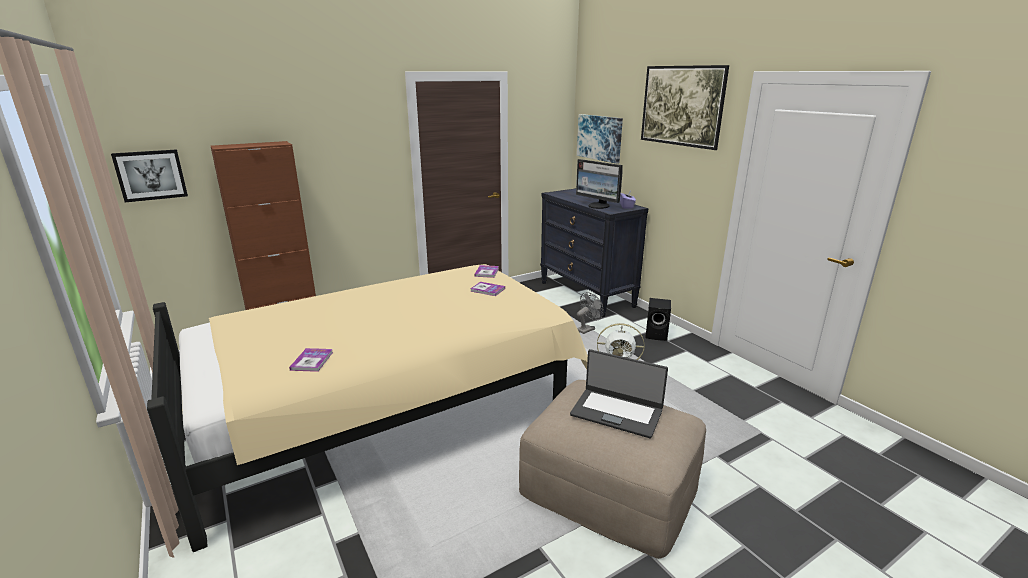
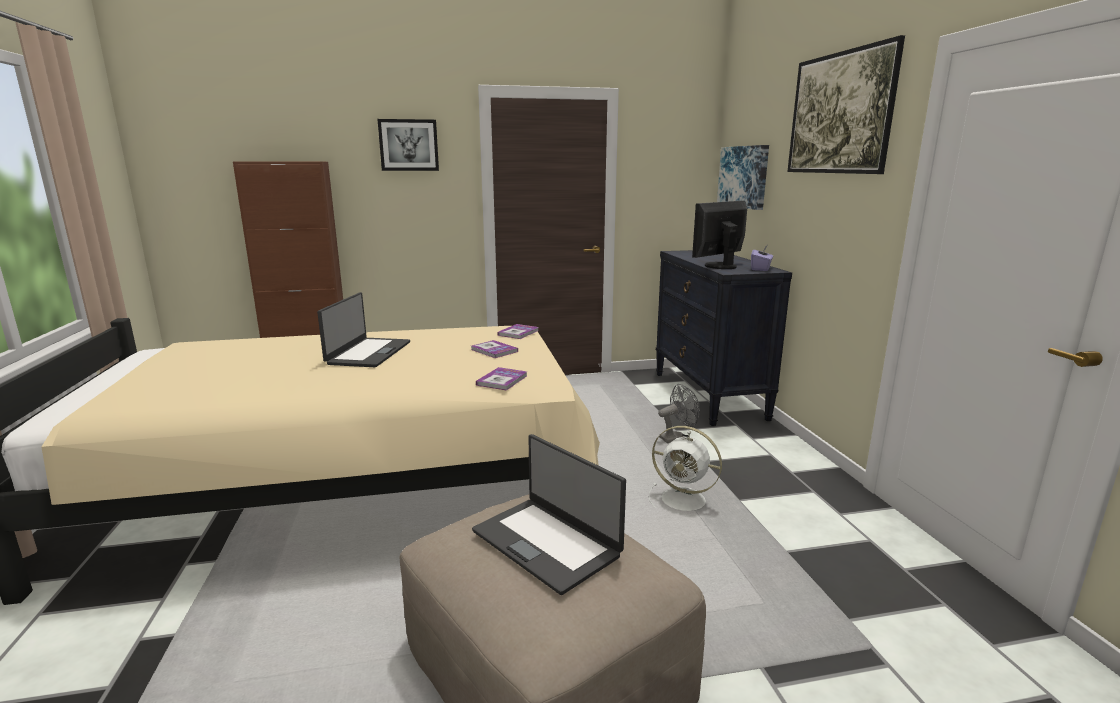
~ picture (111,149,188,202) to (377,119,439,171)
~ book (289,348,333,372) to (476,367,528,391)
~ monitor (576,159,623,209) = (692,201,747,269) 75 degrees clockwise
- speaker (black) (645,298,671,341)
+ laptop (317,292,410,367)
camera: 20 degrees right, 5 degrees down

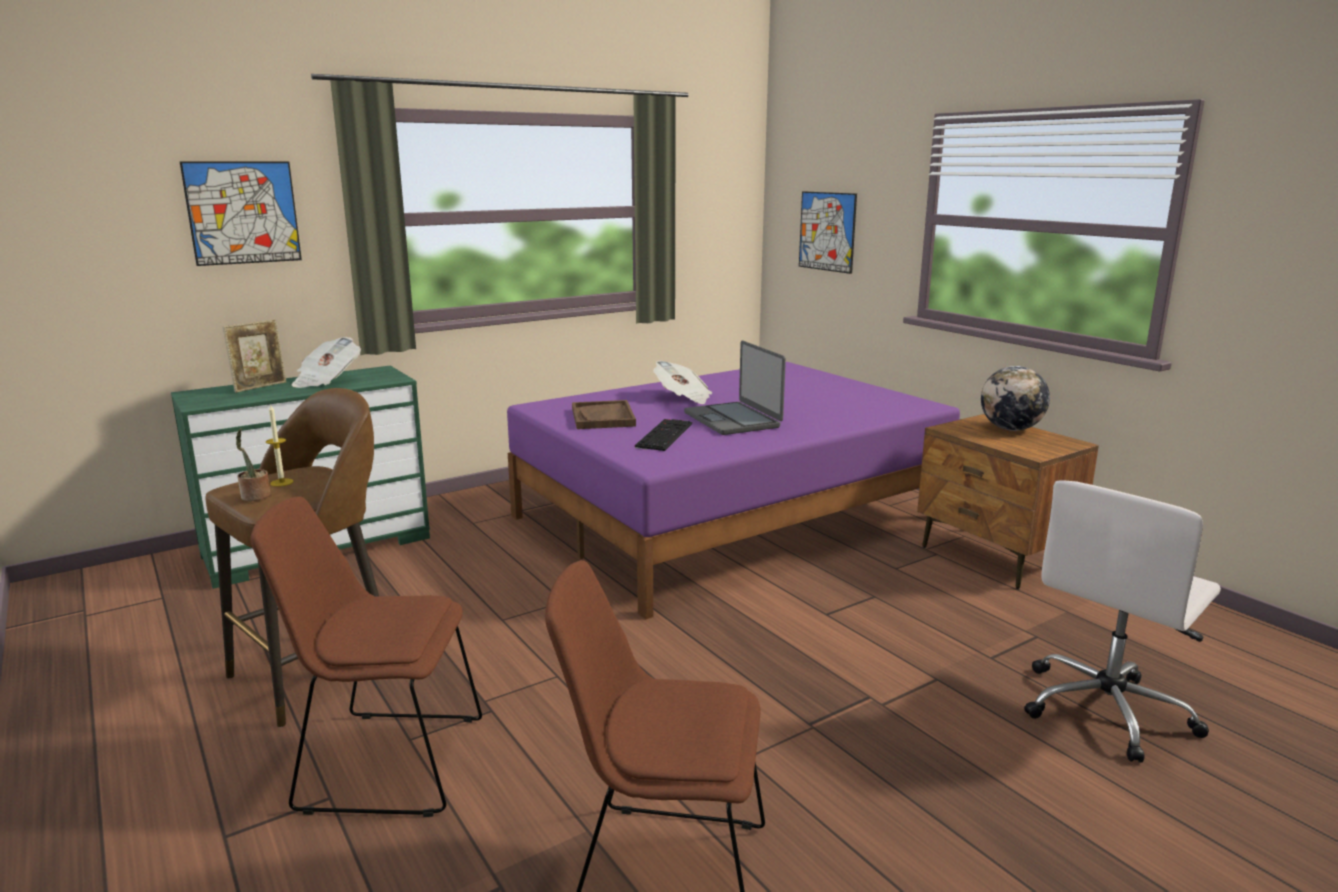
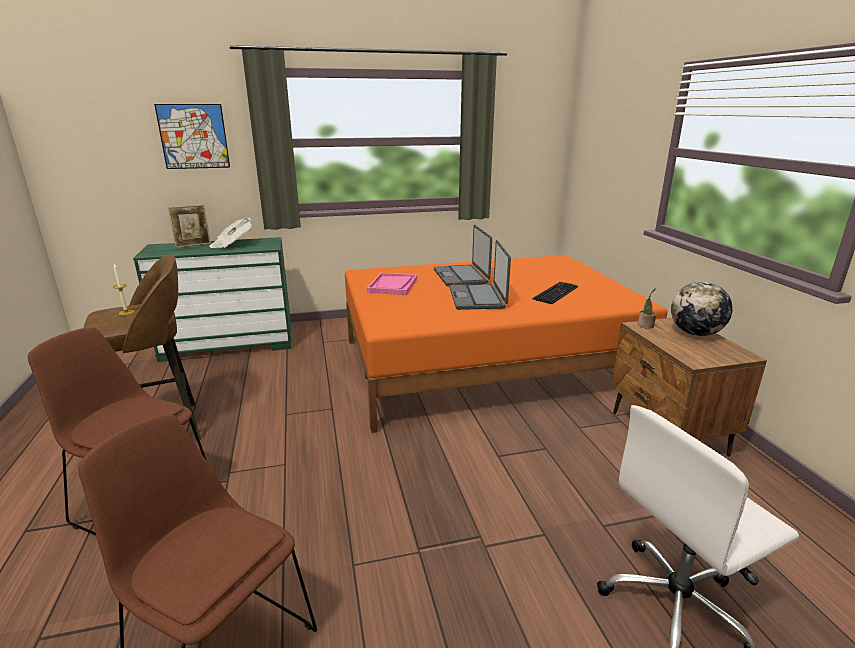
~ potted plant (236,428,271,501) to (638,288,656,329)
~ bed (purple) (507,362,960,619) to bed (orange) (345,255,667,433)
~ tray (brown) (572,400,636,429) to tray (pink) (367,273,417,295)
~ keyboard (635,419,692,451) to (533,282,578,304)
~ newspaper (653,360,712,404) to laptop (434,225,492,286)
- picture (799,191,857,274)
camera: 20 degrees right, 5 degrees up

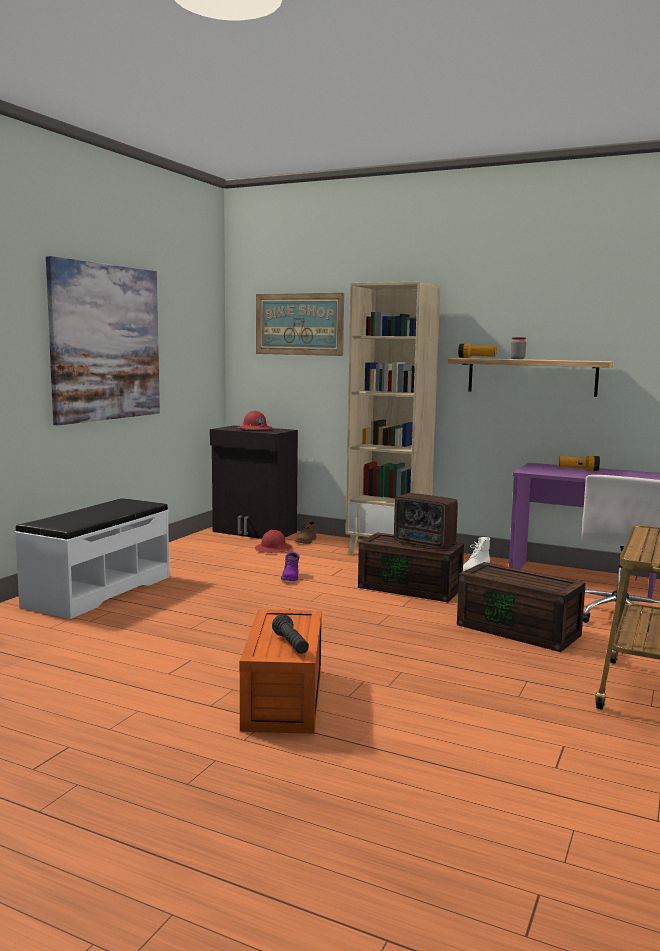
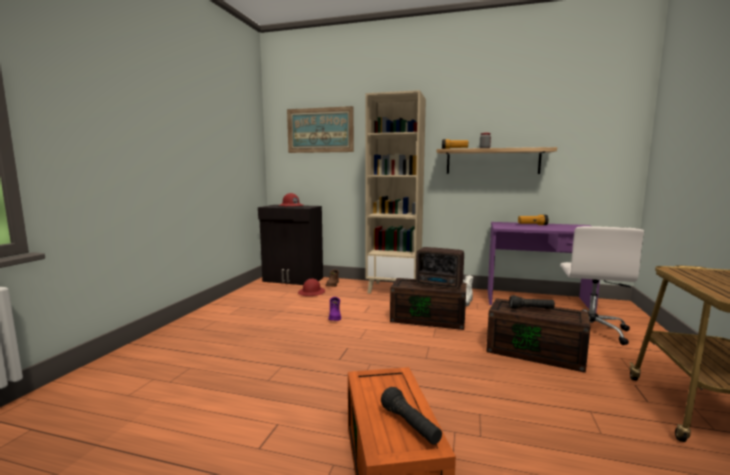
- bench (white) (15,498,169,619)
- picture (46,256,160,425)
+ flashlight (black) (509,295,555,309)
camera: 10 degrees left, 0 degrees up

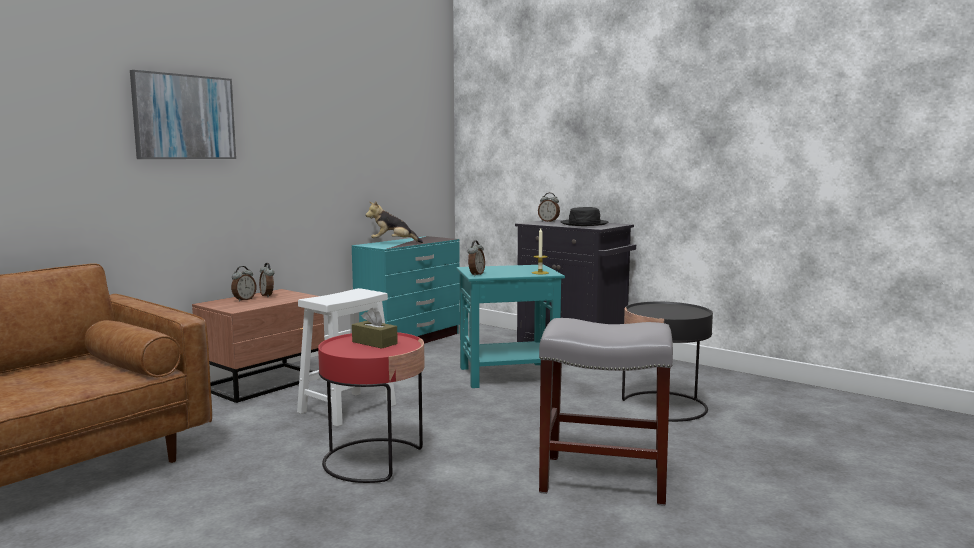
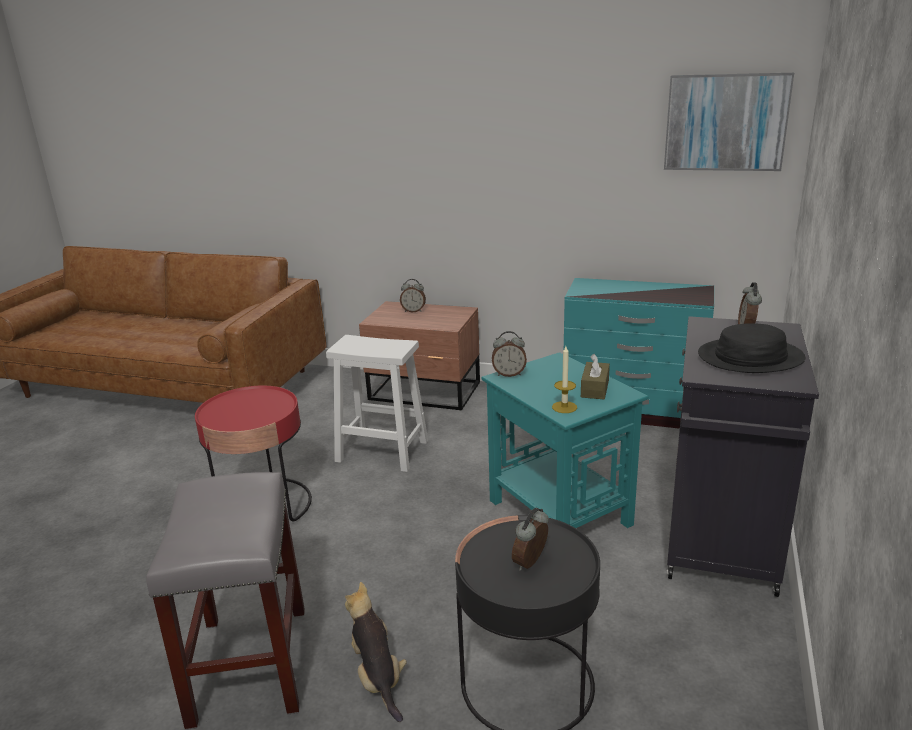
~ picture (130,70,236,159) to (664,73,794,171)
~ alarm clock (259,263,274,297) to (512,508,549,571)
~ tissue box (brown) (352,308,398,349) to (581,354,610,399)
~ plush toy (365,202,423,243) to (345,582,407,722)
camera: 70 degrees right, 15 degrees up

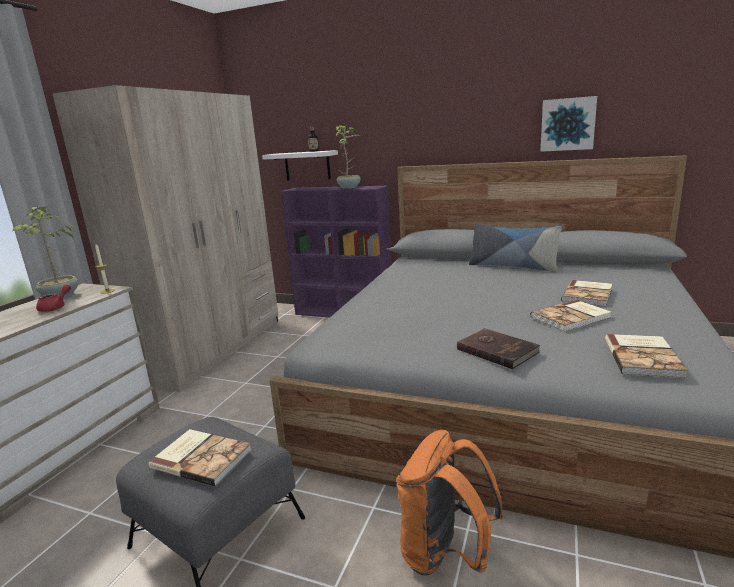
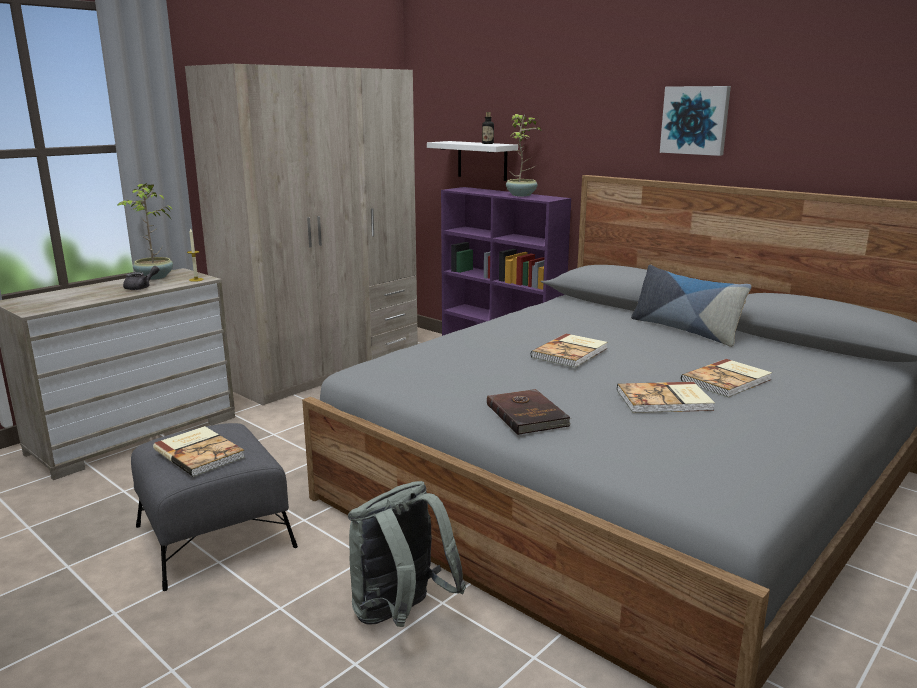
~ teapot (red) (36,284,71,312) to teapot (grey) (123,266,159,290)
~ backpack (orange) (396,430,504,575) to backpack (grey) (348,481,466,627)
~ picture (540,96,597,152) to (660,86,731,156)
~ book (605,334,688,378) to (531,334,607,368)
camera: 20 degrees right, 0 degrees up

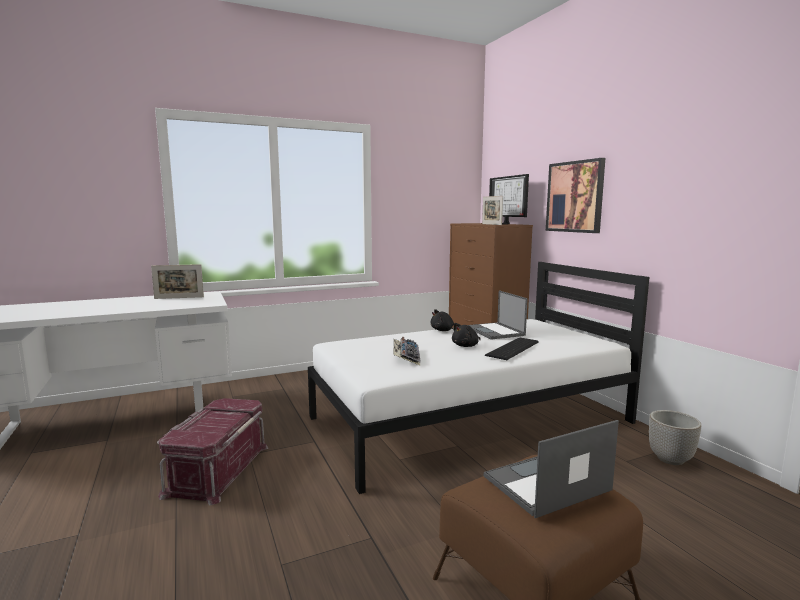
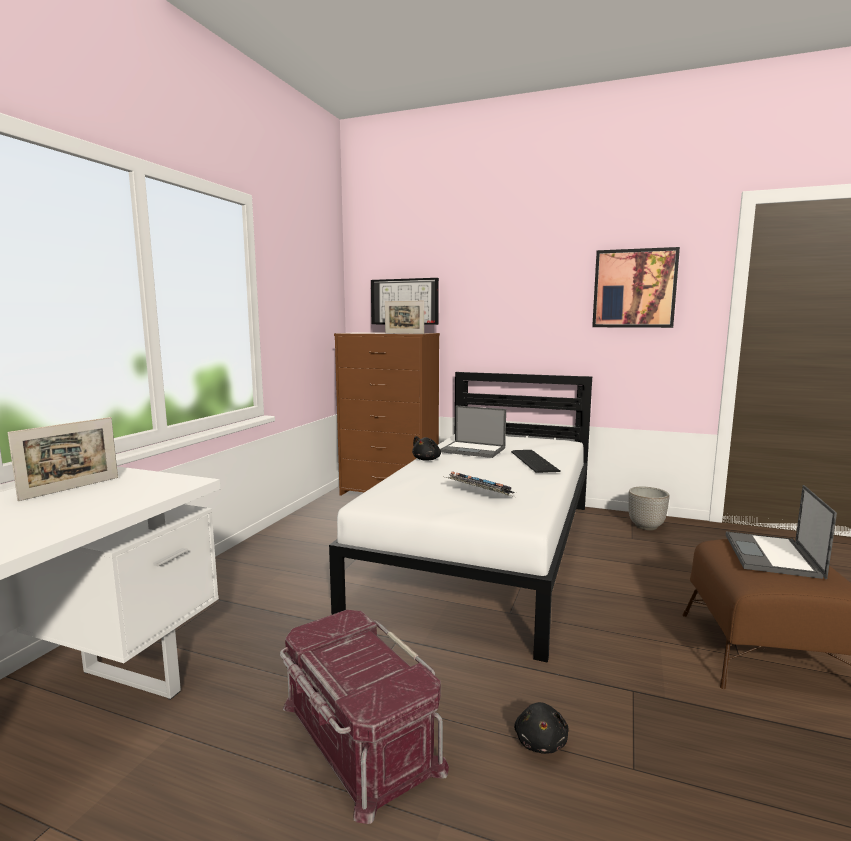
~ plush toy (black) (452,323,481,347) to (514,702,569,754)
~ picture (546,158,605,233) to (592,247,680,328)
camera: 45 degrees left, 0 degrees up

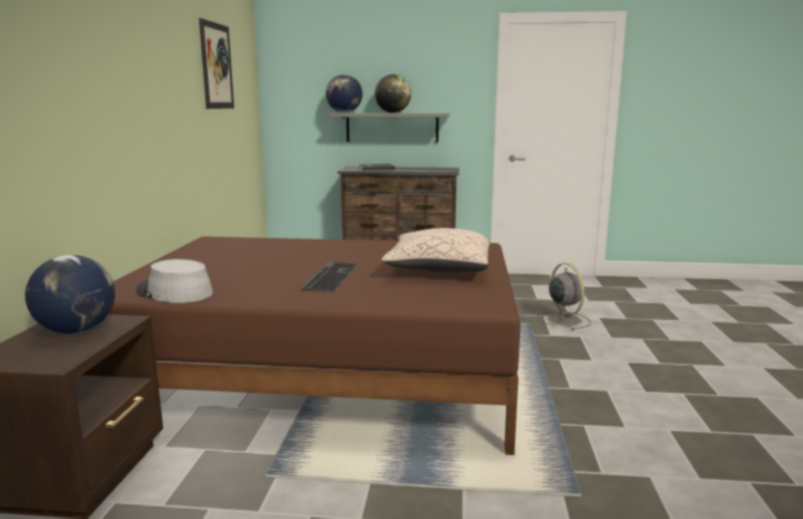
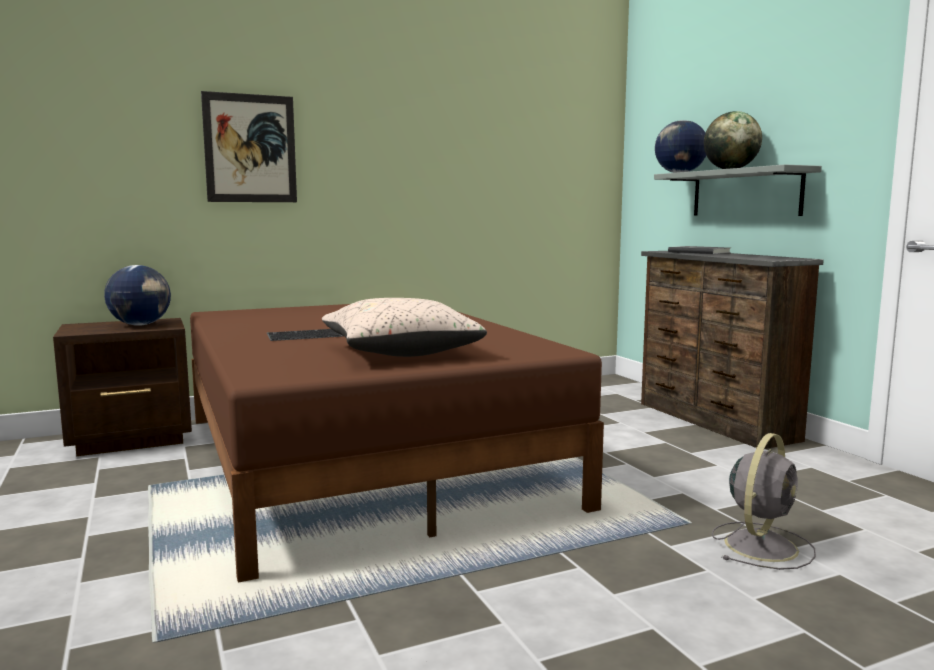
- hat (grey) (136,259,213,303)
~ picture (199,18,234,109) to (201,91,297,202)
camera: 60 degrees right, 5 degrees down

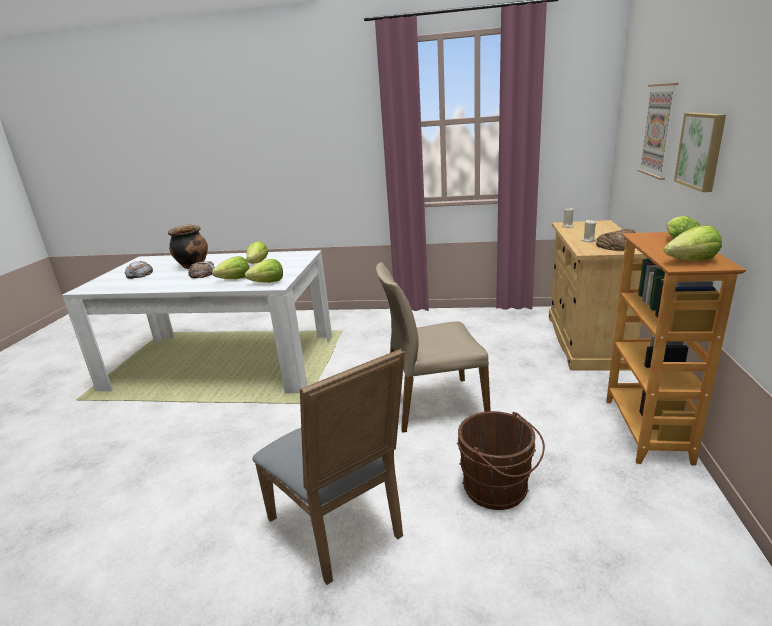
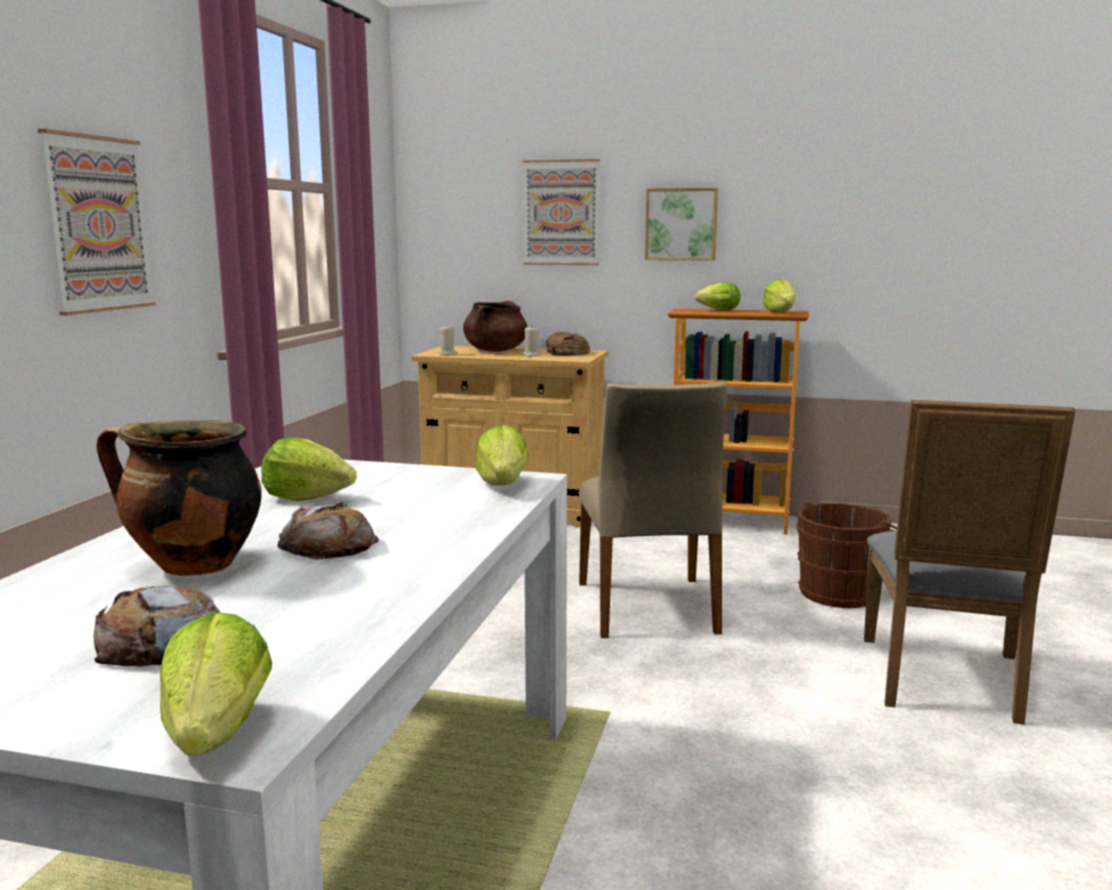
~ lettuce (212,256,249,279) to (160,612,272,755)
~ chair (grey) (252,349,405,585) = (864,400,1076,725) 135 degrees clockwise
+ picture (38,129,156,315)
+ cooking pot (brown) (463,301,527,352)
camera: 85 degrees left, 10 degrees down

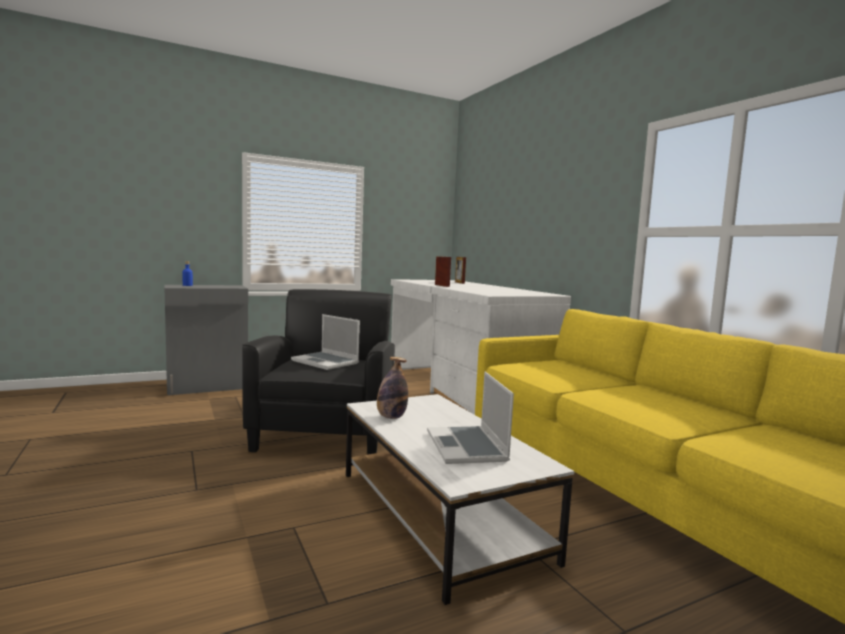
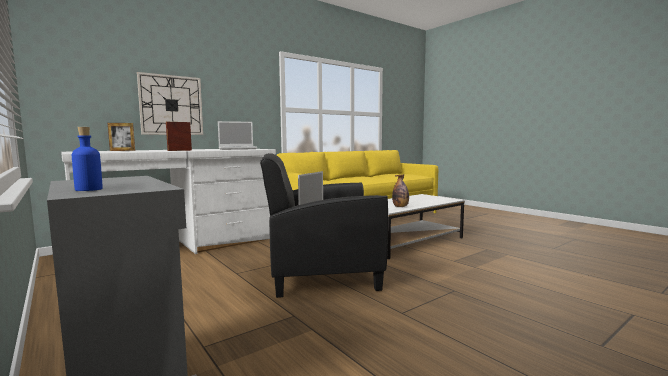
~ laptop (427,372,514,464) to (218,121,257,150)
+ wall clock (137,72,203,135)
camera: 100 degrees left, 0 degrees up

